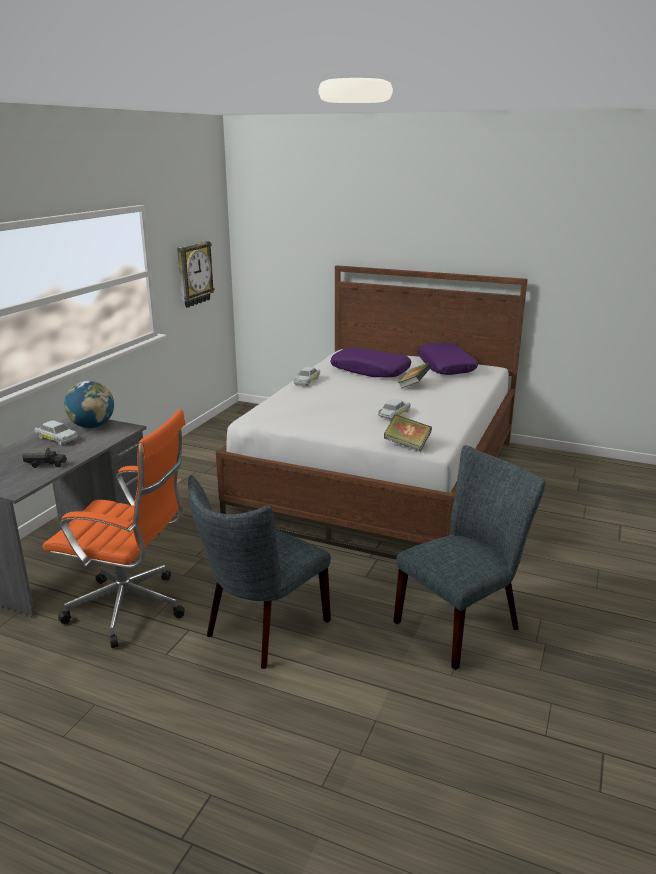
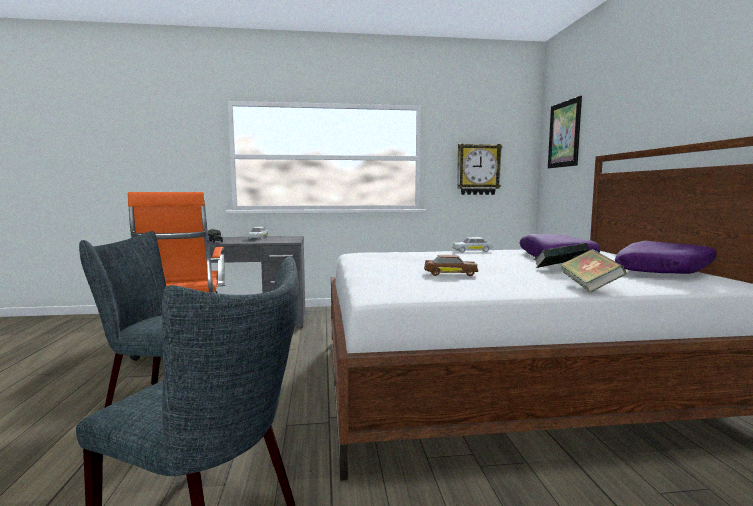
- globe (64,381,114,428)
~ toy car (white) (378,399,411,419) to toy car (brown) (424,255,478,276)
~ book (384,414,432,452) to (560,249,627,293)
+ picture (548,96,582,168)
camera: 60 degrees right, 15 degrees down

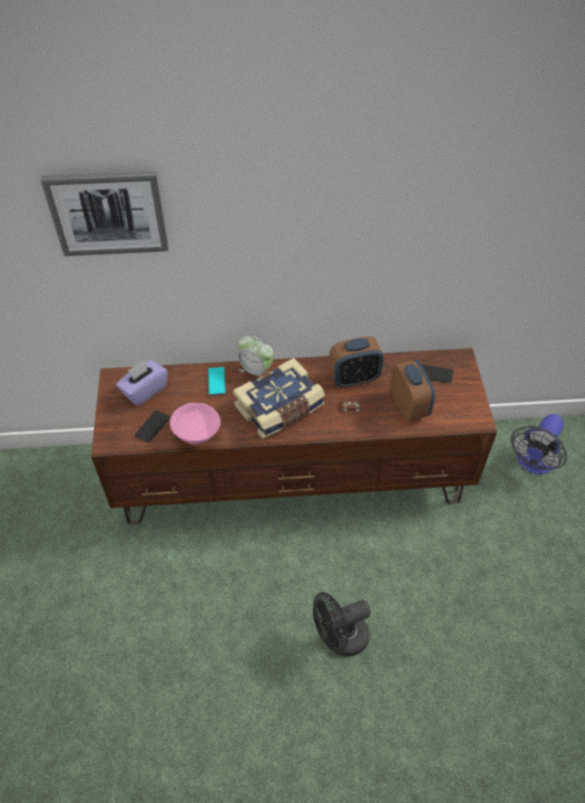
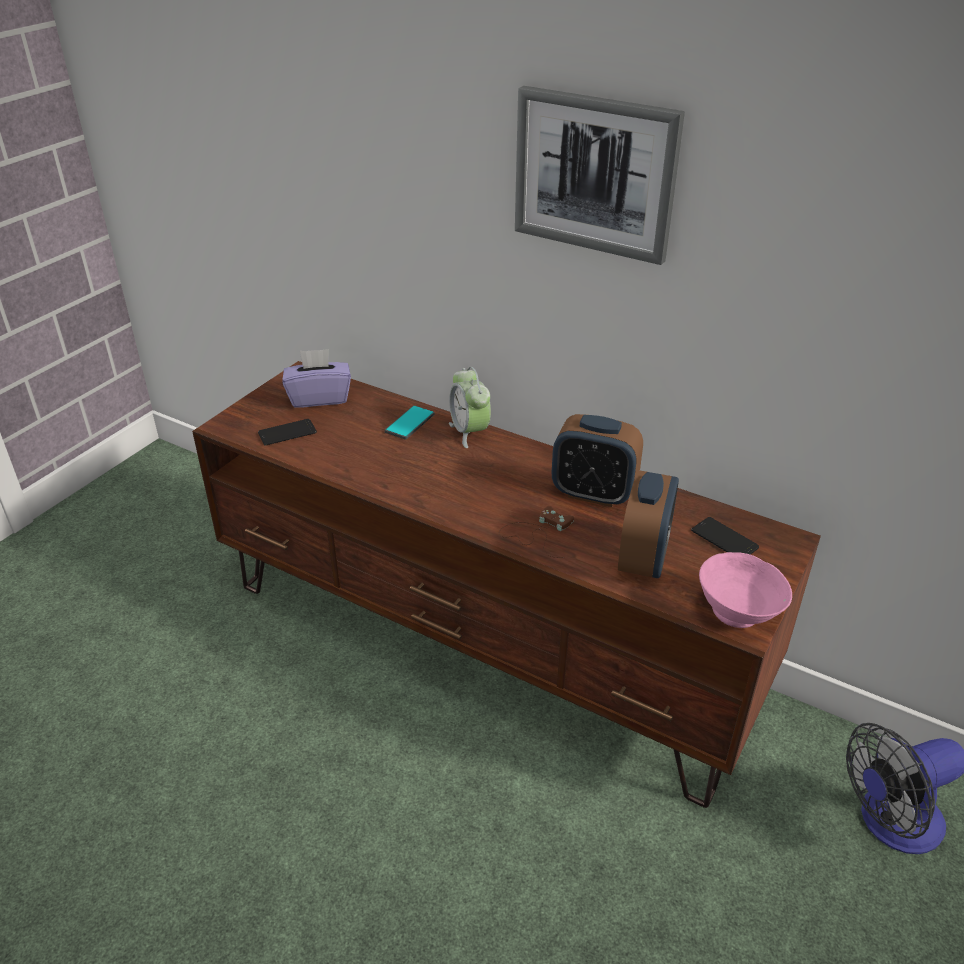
~ picture (41,171,169,256) to (515,86,685,265)
~ bowl (pink) (170,403,221,445) to (699,552,792,628)
- book (233,358,325,439)
- fan (black) (313,592,371,657)
camera: 35 degrees right, 15 degrees down

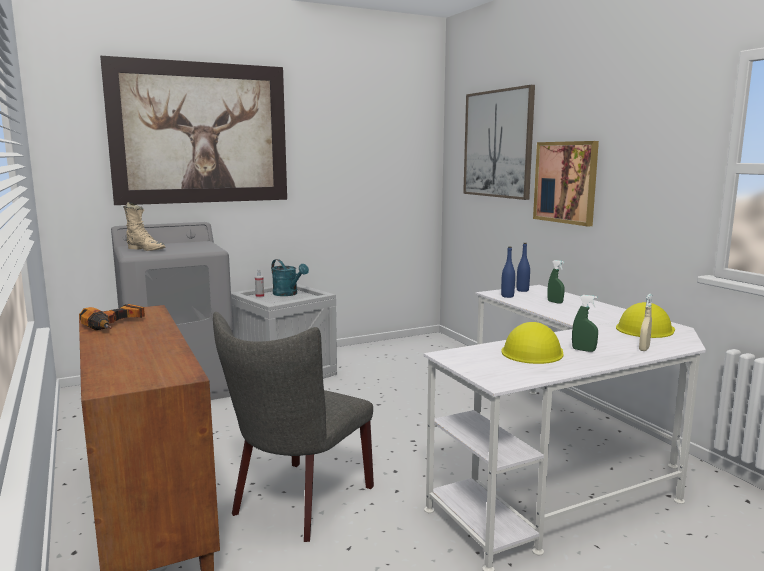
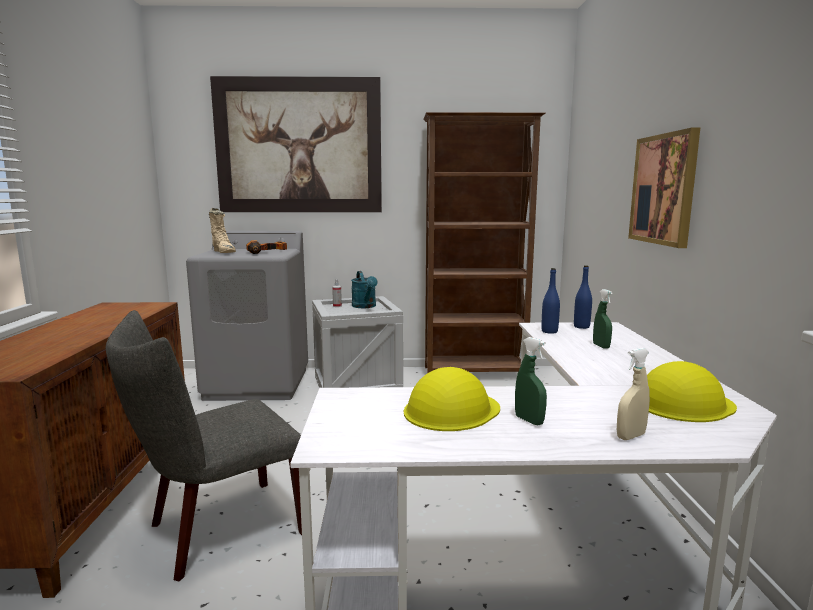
~ power drill (79,304,145,330) to (246,240,287,254)
- picture (463,85,535,200)
+ bookcase (brown) (423,112,546,373)
camera: 25 degrees right, 0 degrees up

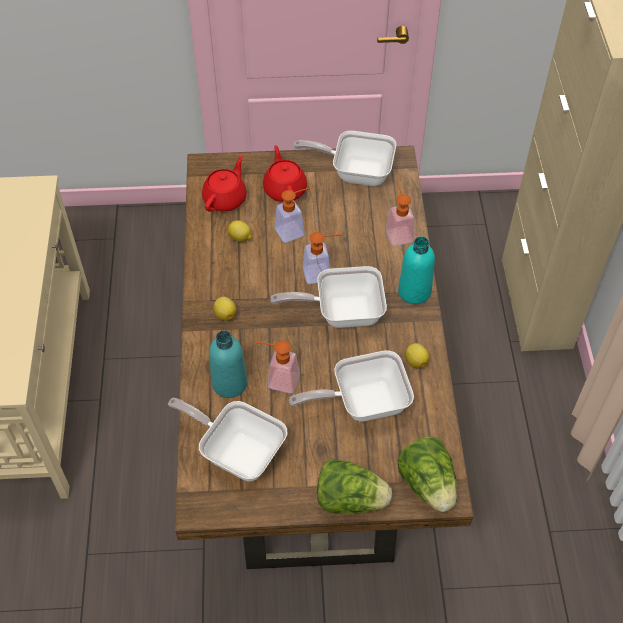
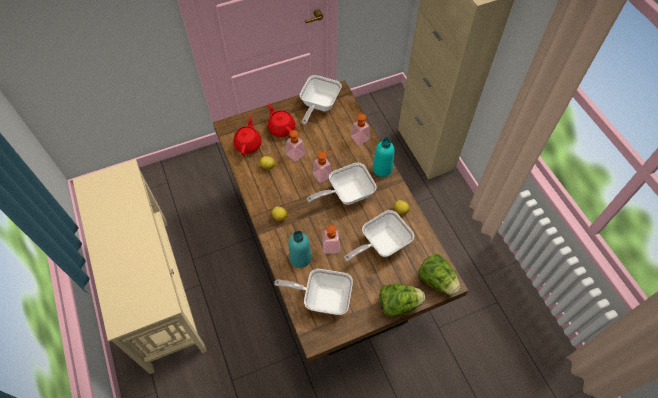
~ frying pan (294,131,396,186) = (300,75,342,125) 60 degrees counterclockwise
camera: 20 degrees left, 5 degrees up

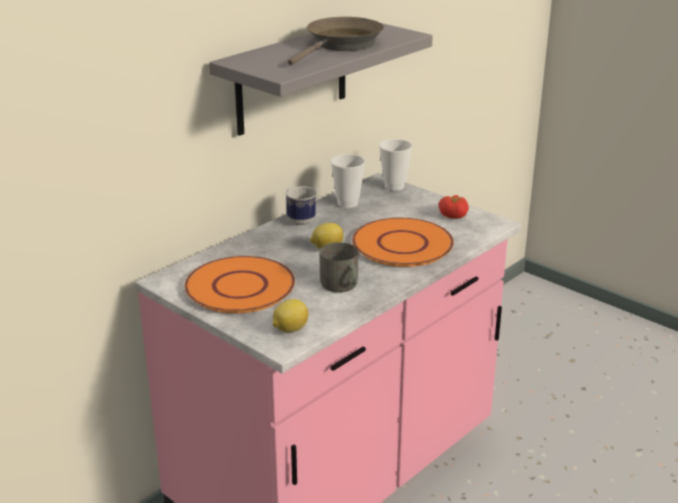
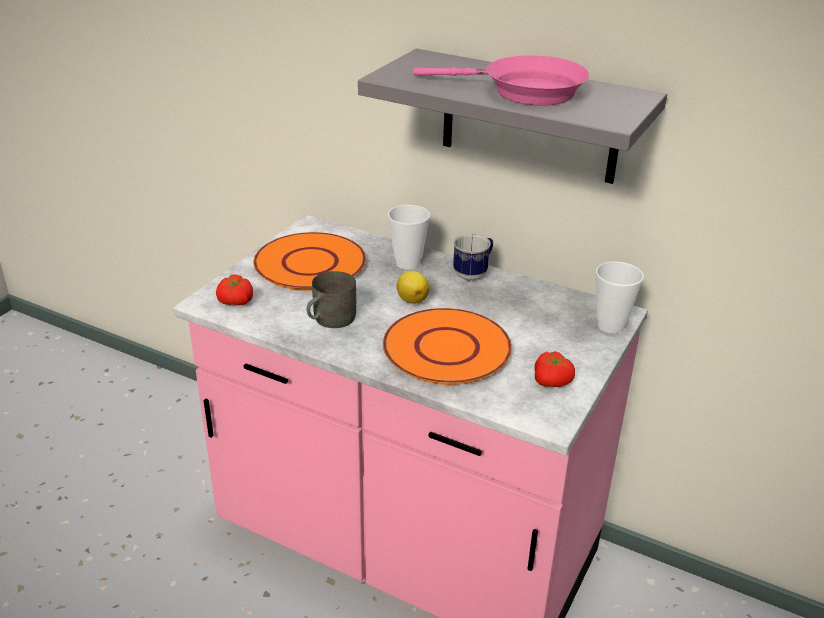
~ lemon (273,299,308,332) to tomato (216,274,253,305)
~ frying pan (brown) (288,17,384,66) to frying pan (pink) (413,55,589,106)
~ cup (330,154,365,208) to (388,205,430,270)
camera: 75 degrees right, 5 degrees up

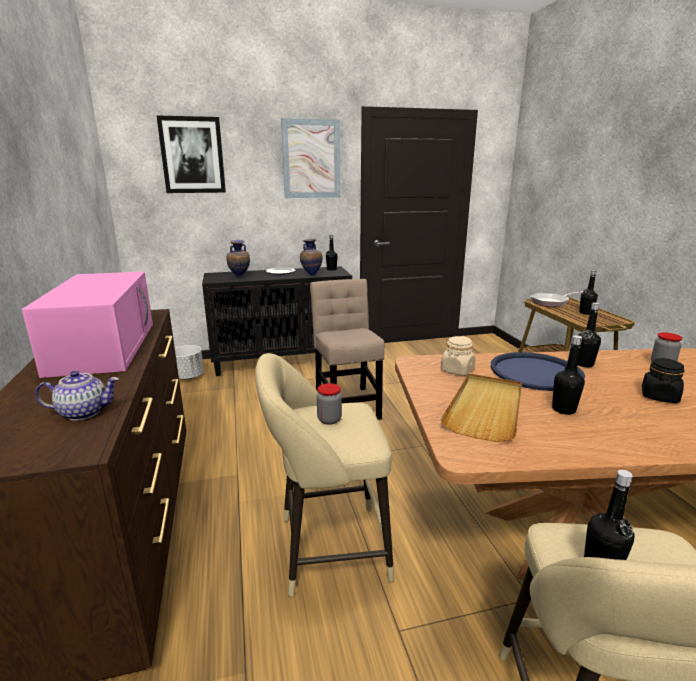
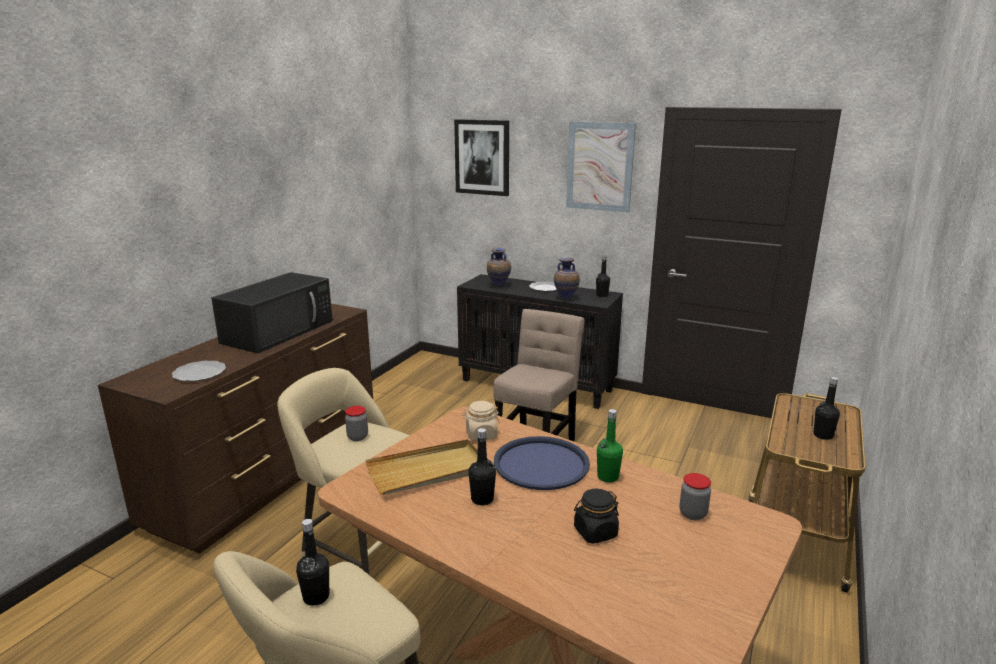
~ microwave (pink) (22,272,153,378) to microwave (black) (211,272,333,353)
~ teapot (35,371,119,421) to plate (172,361,226,381)
- planter (white) (175,345,204,380)
- frying pan (530,291,583,307)
~ bottle (black) (578,302,601,367) to bottle (green) (597,409,623,483)
camera: 40 degrees right, 0 degrees up

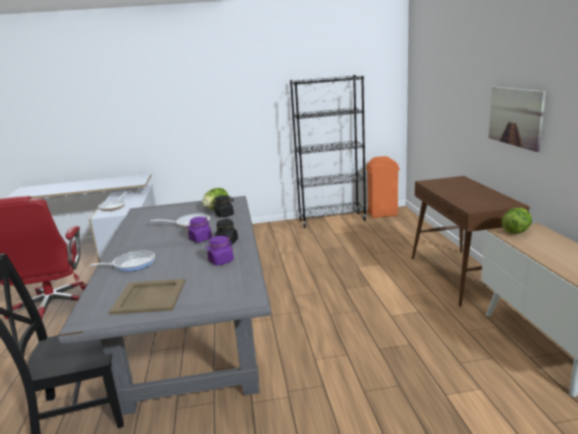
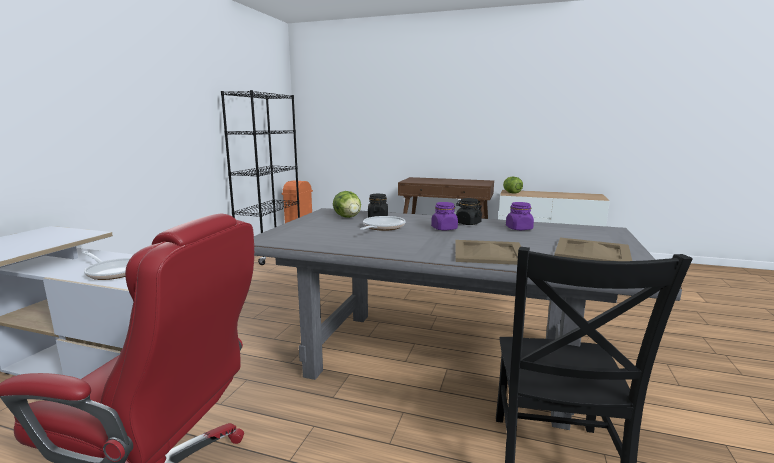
~ frying pan (90,251,155,272) to tray (beige) (455,240,521,265)
- picture (489,86,546,152)
camera: 65 degrees left, 5 degrees down

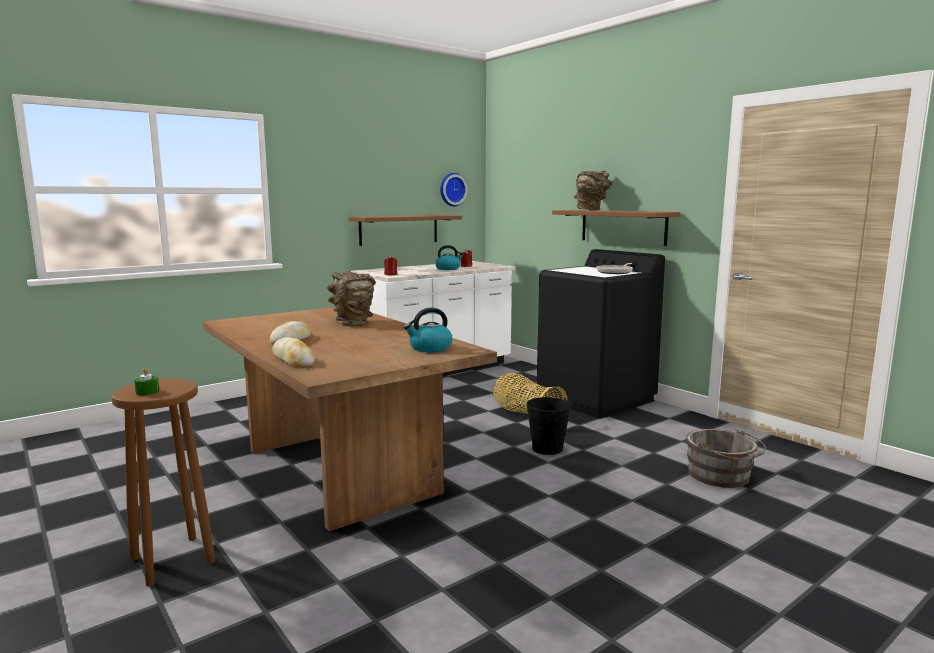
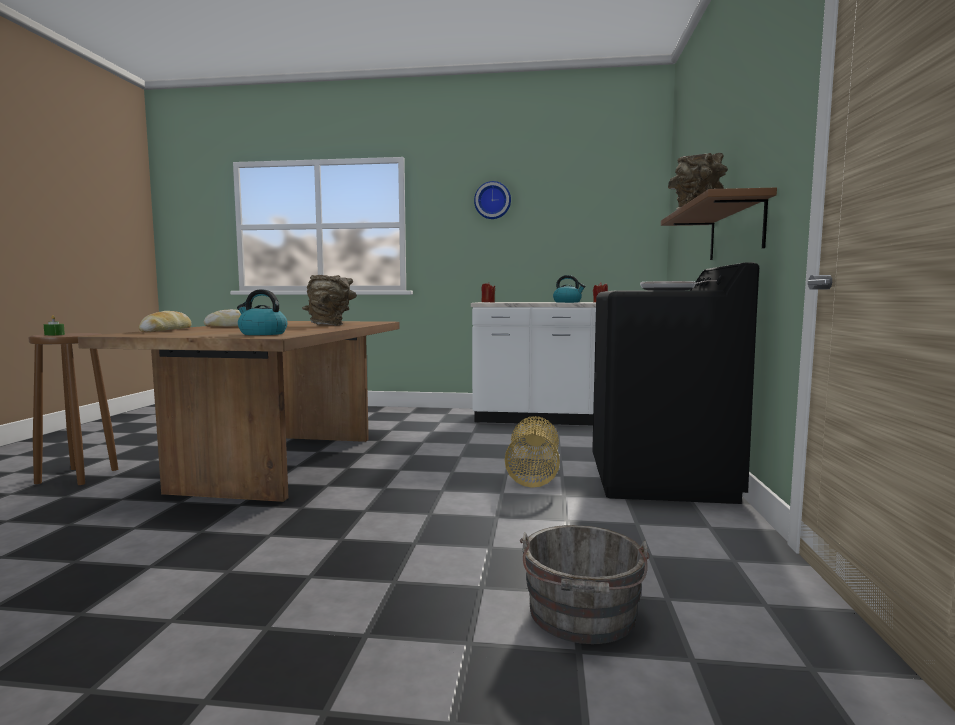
- shelf (brown) (349,215,462,246)
~ wall clock (440,173,468,207) to (474,181,511,219)
- bucket (black) (526,397,572,455)
camera: 45 degrees right, 5 degrees down

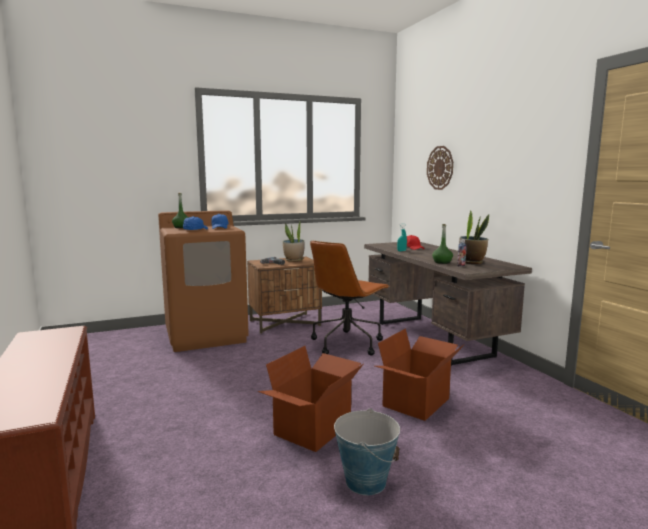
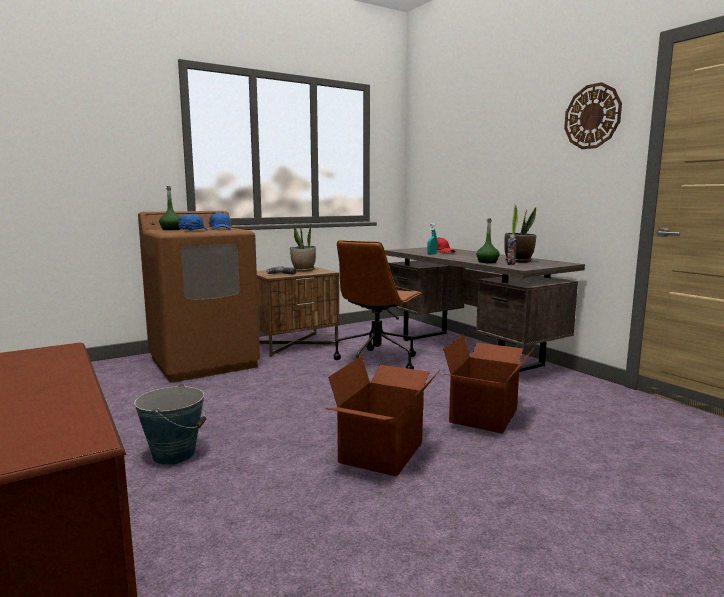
~ bucket (334,408,400,495) to (134,384,206,465)
~ wall clock (427,146,453,190) to (564,82,622,149)
camera: 10 degrees left, 0 degrees up

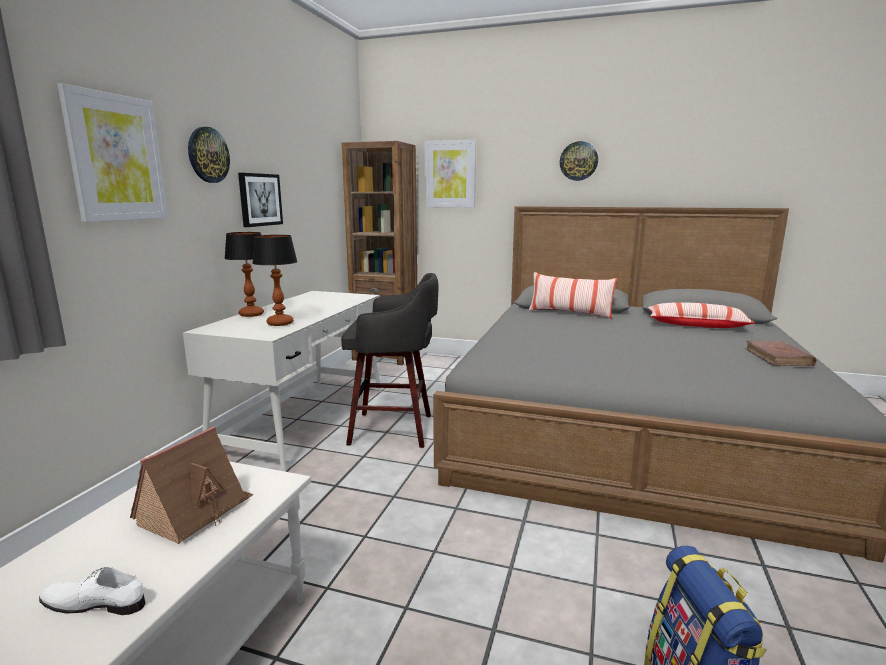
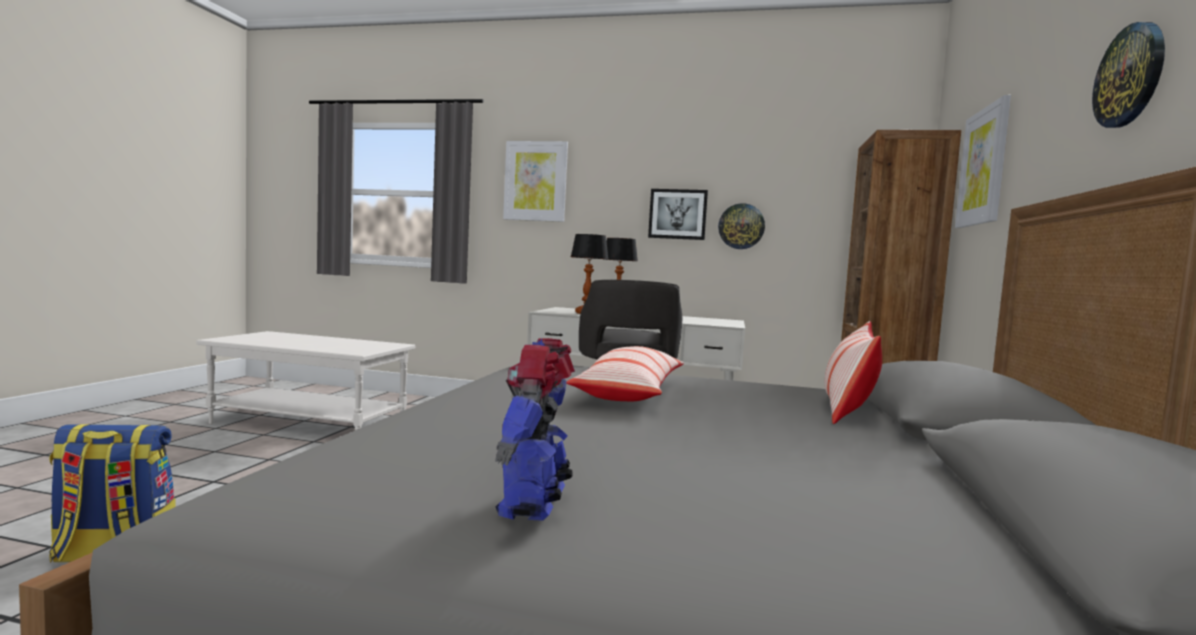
- shoe (white) (39,567,145,615)
- toy house (130,427,253,544)
~ wall clock (188,127,230,183) to (718,203,765,249)
~ pillow (648,302,755,328) to (566,346,684,401)
~ book (brown) (745,340,816,366) to toy robot (495,338,575,520)
camera: 85 degrees right, 10 degrees down

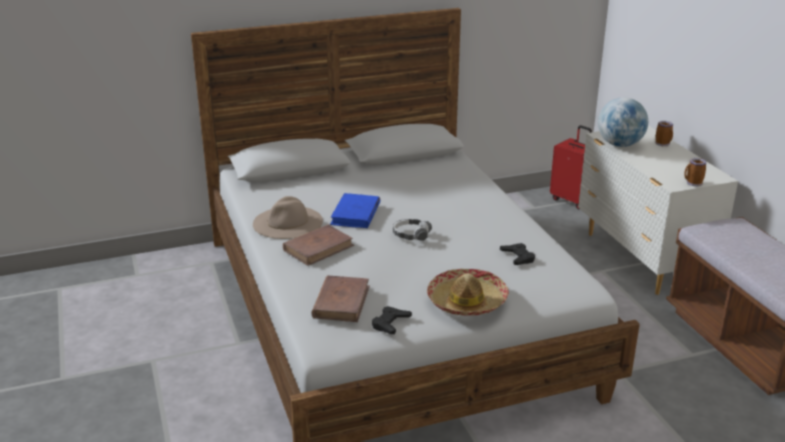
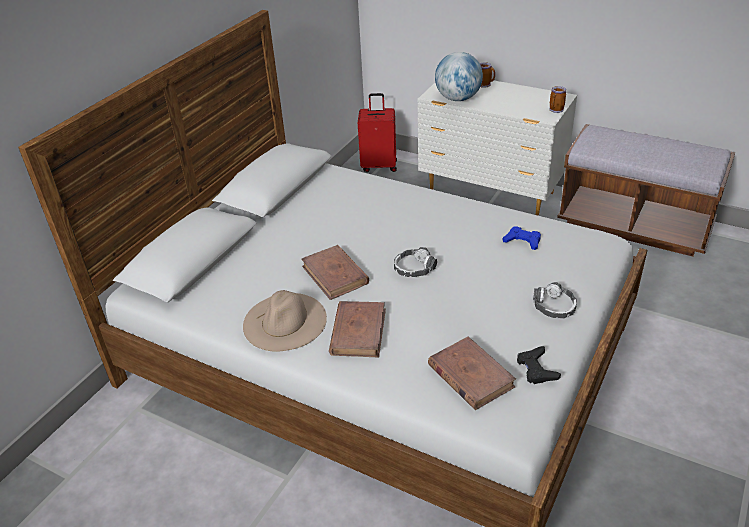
~ book (blue) (330,193,380,228) to book (brown) (301,245,369,300)
~ hat (427,269,509,316) to headphones (533,282,577,319)
~ game controller (black) (500,243,535,265) to game controller (blue) (503,227,541,250)
camera: 40 degrees left, 10 degrees up

